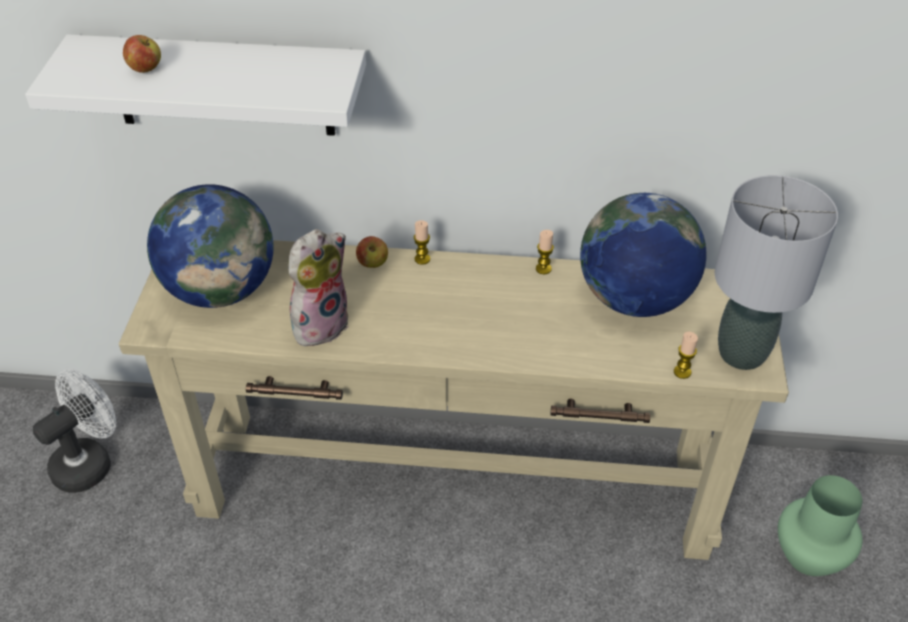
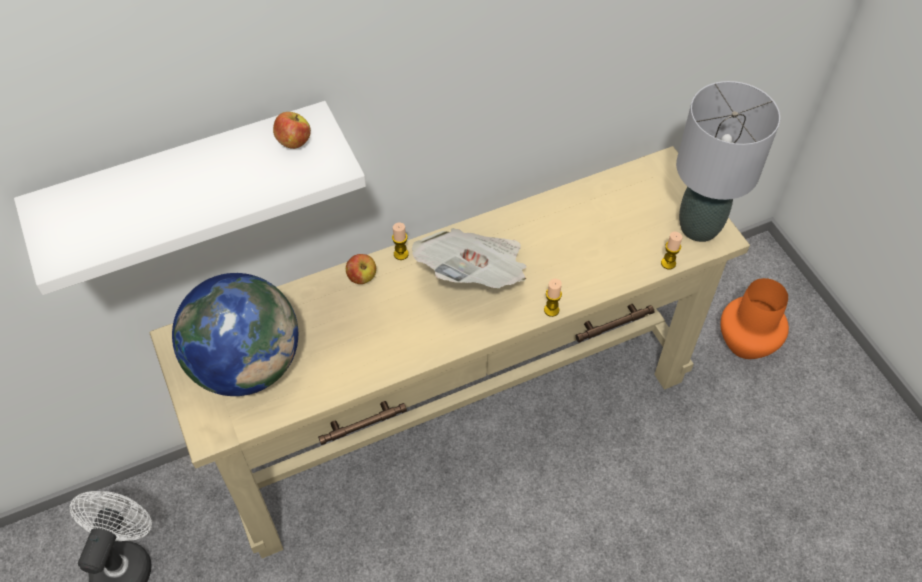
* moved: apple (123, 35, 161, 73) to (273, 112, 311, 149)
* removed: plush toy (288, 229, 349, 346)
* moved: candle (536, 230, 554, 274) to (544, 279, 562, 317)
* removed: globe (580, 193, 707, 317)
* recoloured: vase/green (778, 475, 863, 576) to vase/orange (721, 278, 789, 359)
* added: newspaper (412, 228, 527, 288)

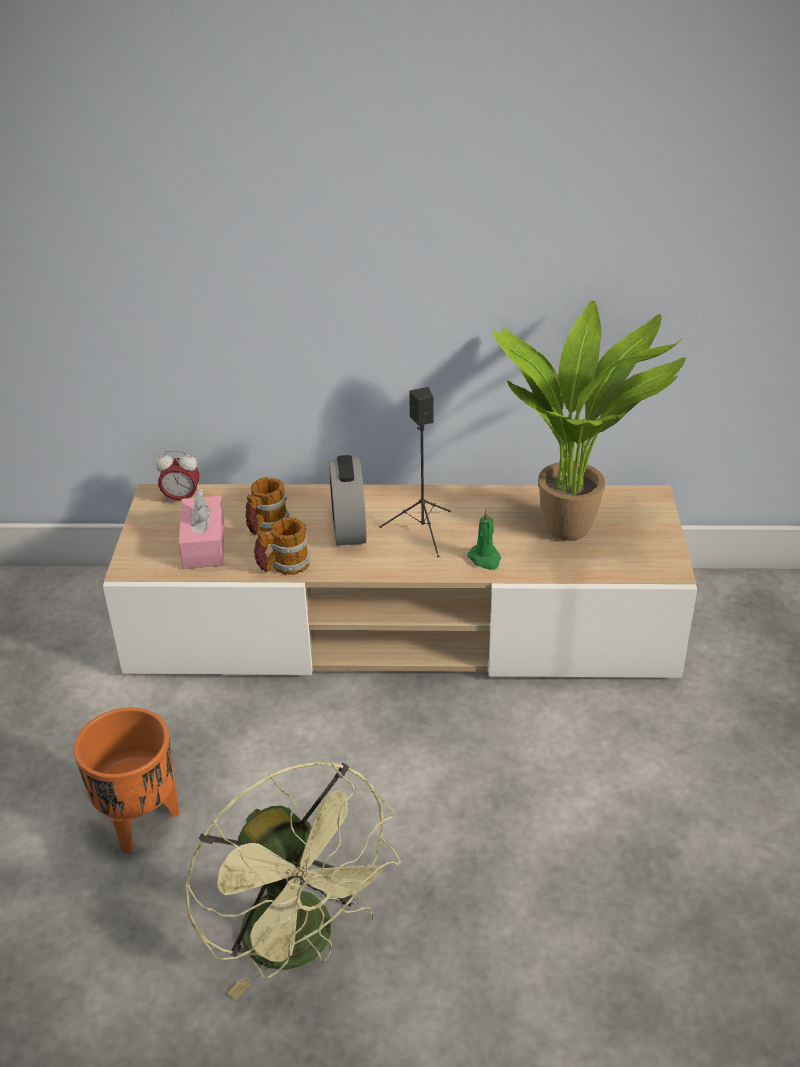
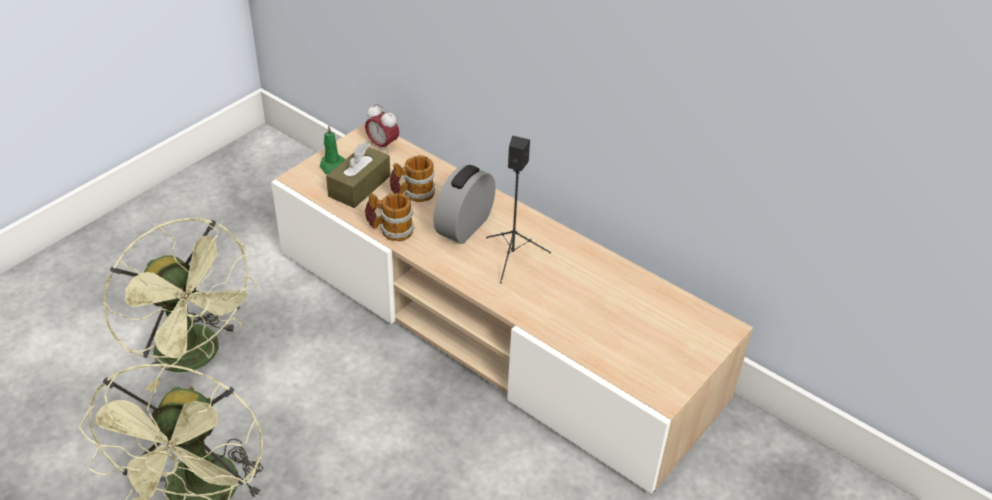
* replaced: planter/orange (74, 707, 180, 854) to fan/green (103, 218, 259, 392)
* recoloured: tissue box/pink (179, 489, 224, 569) to tissue box/brown (326, 142, 390, 208)
* moved: candle/green (467, 509, 501, 570) to (320, 125, 345, 175)
* removed: potted plant (493, 300, 686, 541)

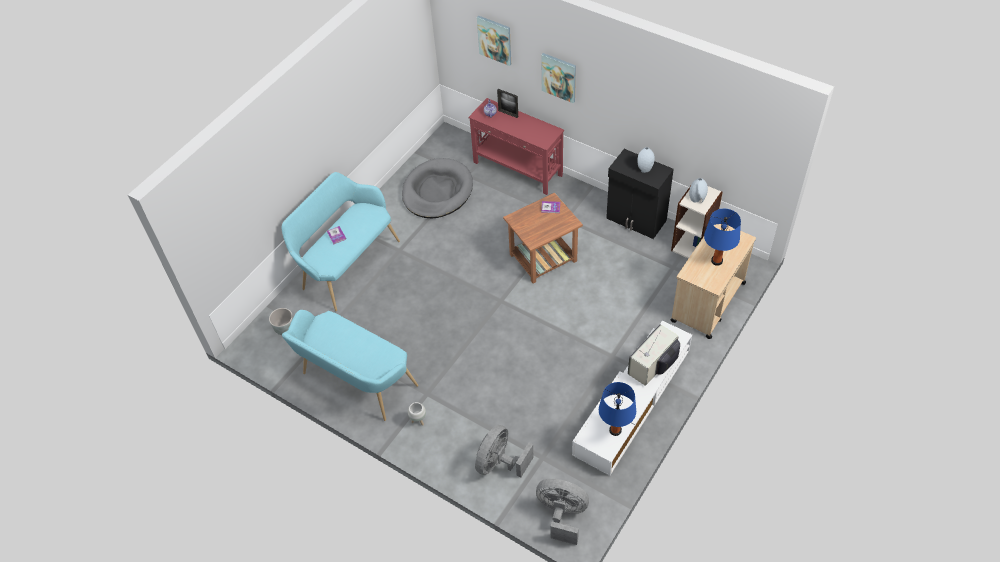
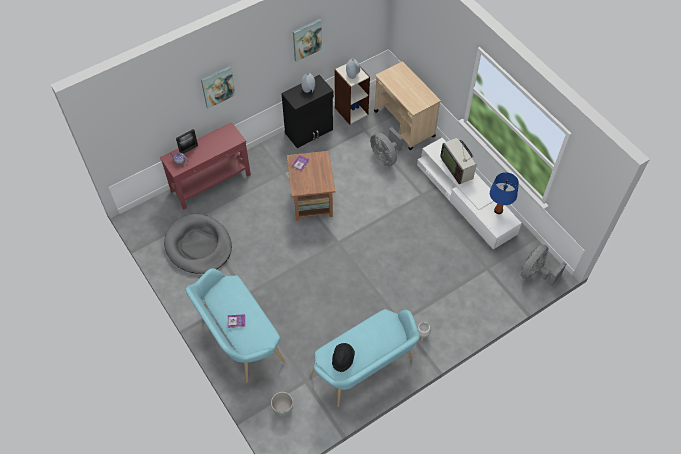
* moved: fan/grey (475, 425, 534, 478) to (370, 127, 403, 166)
* moved: picture (477, 16, 511, 66) to (293, 19, 322, 62)
* removed: table lamp/blue (704, 209, 741, 266)
* added: hat/black (332, 343, 355, 372)

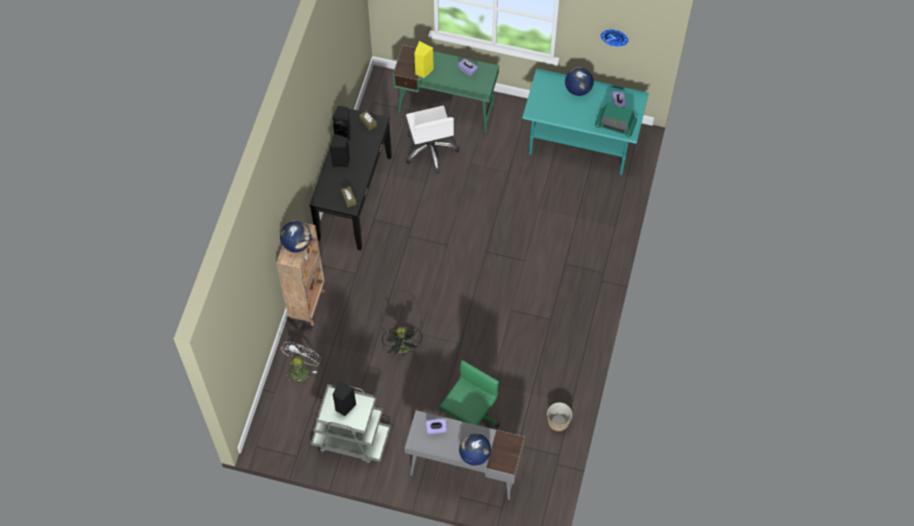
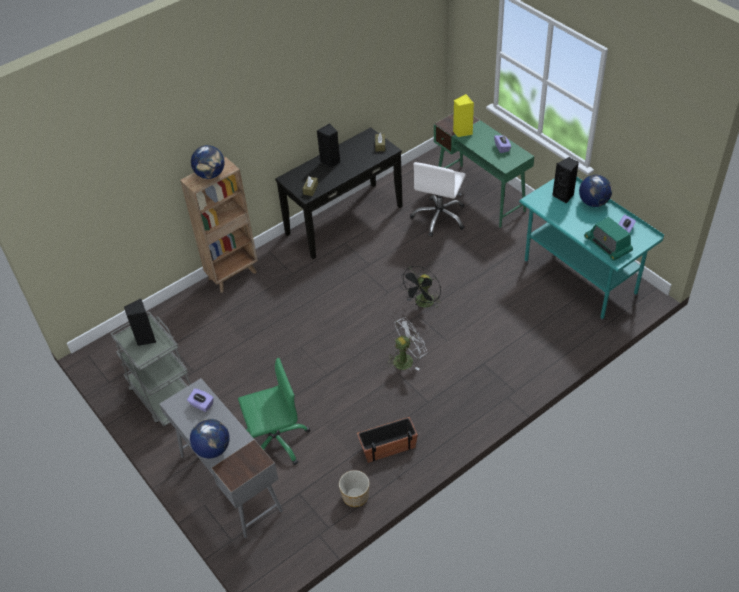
* moved: fan/white (281, 342, 321, 384) to (388, 317, 427, 371)
* moved: speaker/black (332, 106, 351, 140) to (552, 157, 579, 204)
* moved: fan/black (382, 326, 422, 356) to (401, 266, 441, 308)
* removed: wall clock (600, 29, 629, 47)
* added: planter (357, 417, 418, 463)

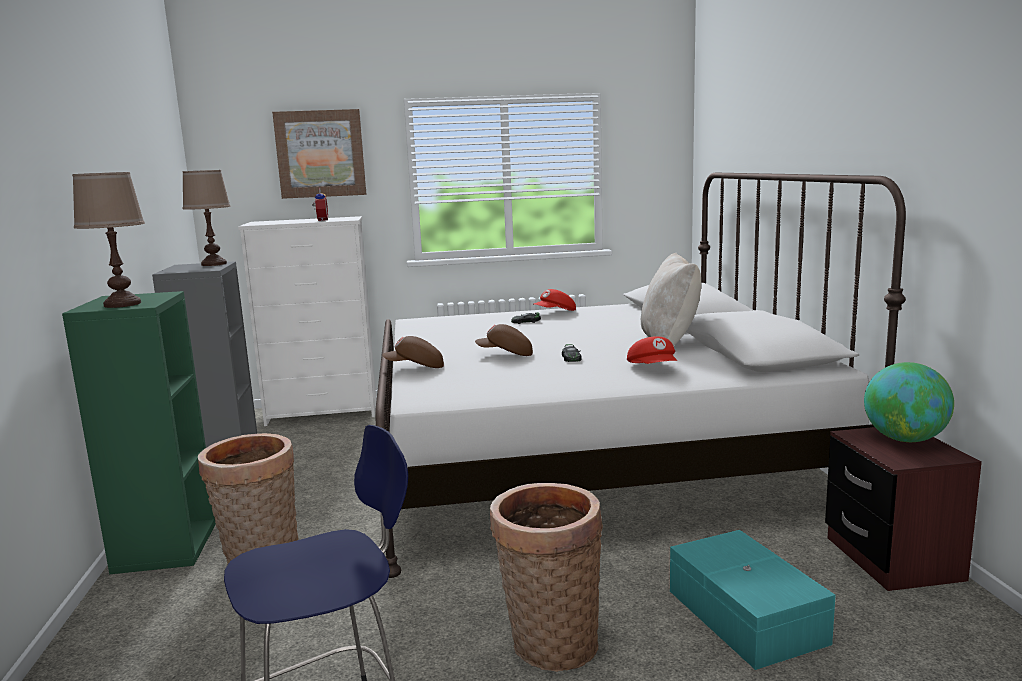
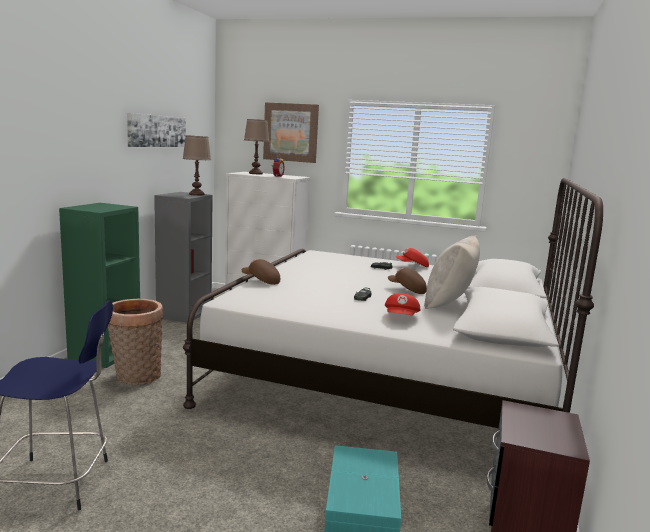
* moved: table lamp/brown (72, 172, 145, 308) to (244, 119, 270, 174)
* moved: cap/brown (475, 324, 533, 356) to (388, 268, 427, 294)
* removed: basket (490, 483, 603, 672)
* removed: globe (864, 362, 954, 442)
* added: picture (127, 113, 186, 147)

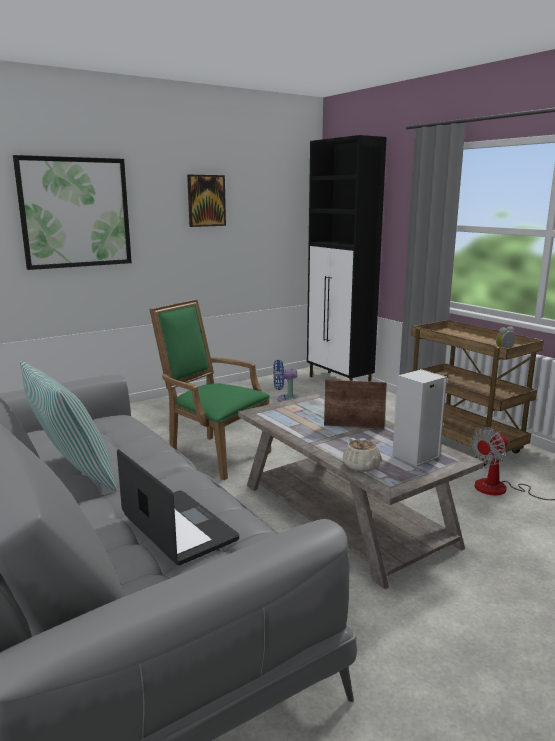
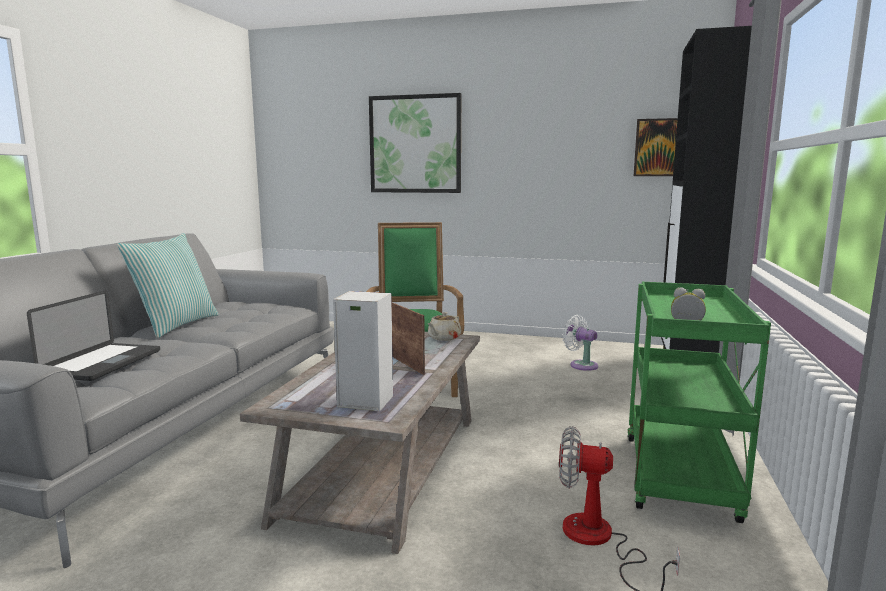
* moved: picture (187, 175, 226, 227) to (634, 118, 678, 176)
* recoloured: fan/blue (273, 360, 298, 402) to fan/white (563, 315, 598, 371)
* moved: teapot/beige (343, 438, 381, 472) to (428, 312, 461, 341)
* recoloured: cart/brown (409, 320, 544, 466) to cart/green (628, 282, 771, 523)

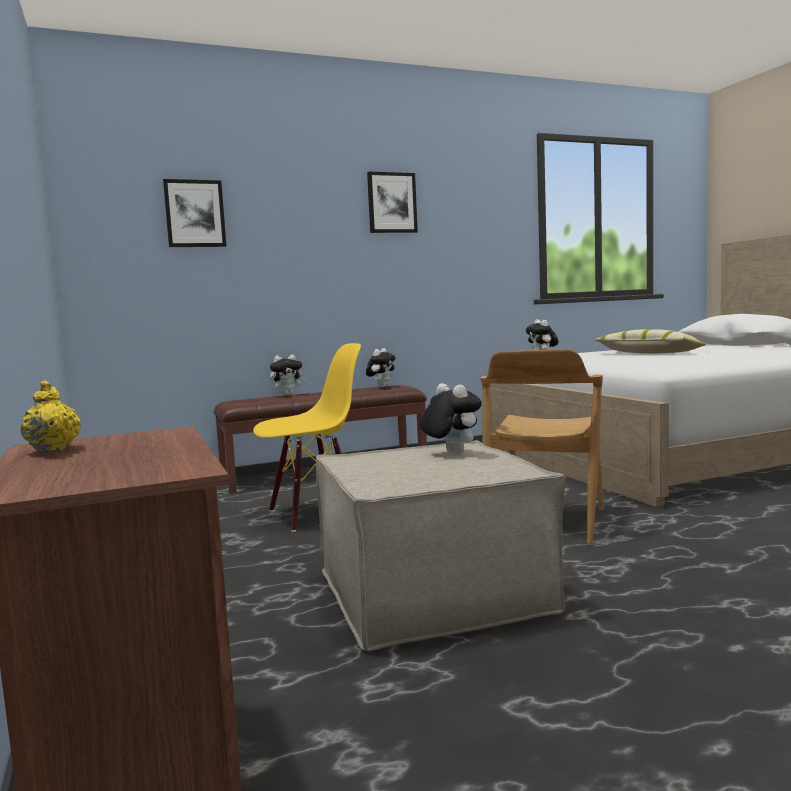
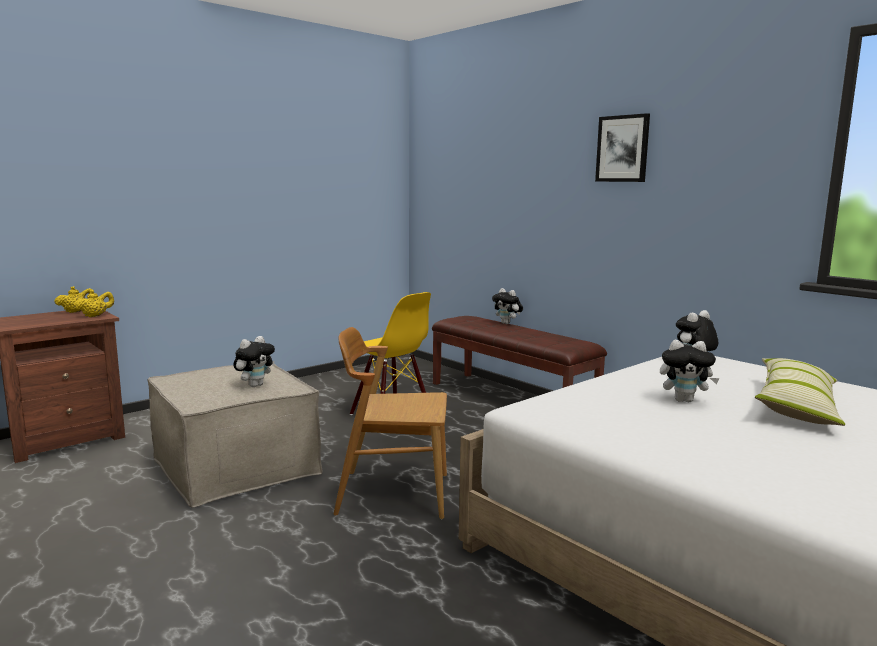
* removed: picture (163, 179, 226, 247)
* moved: plush toy (366, 348, 396, 387) to (660, 340, 719, 402)
* added: teapot/yellow (74, 290, 114, 317)

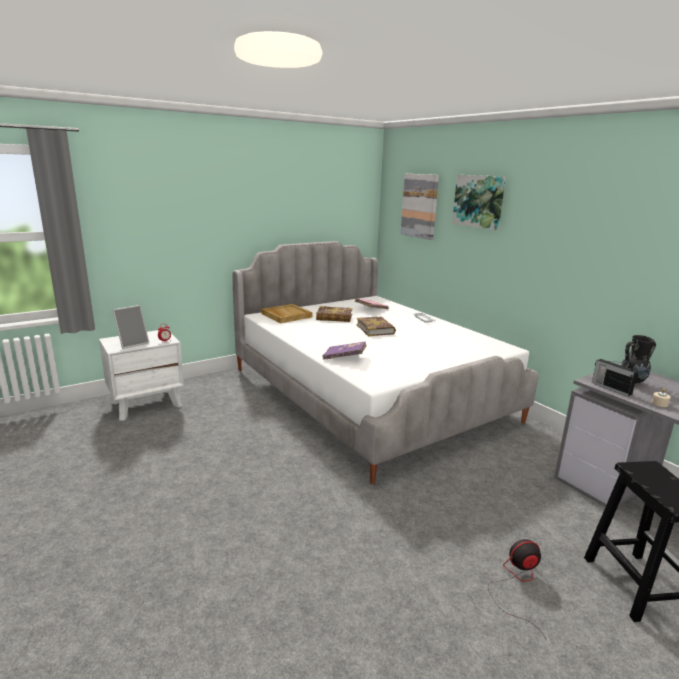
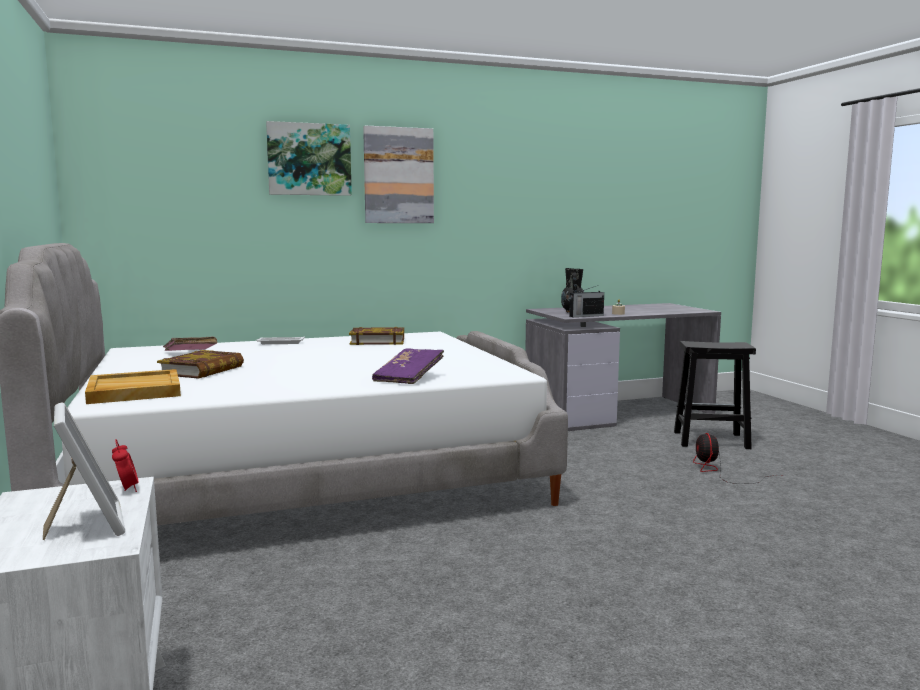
* moved: book (357, 317, 396, 336) to (349, 327, 404, 345)
* moved: picture (400, 174, 439, 240) to (363, 126, 434, 223)

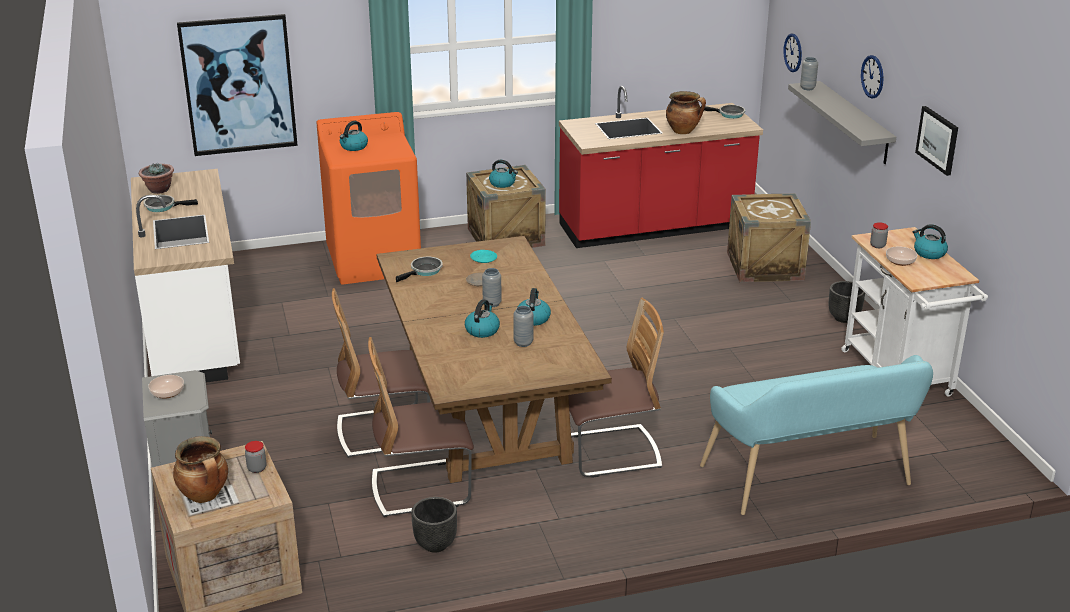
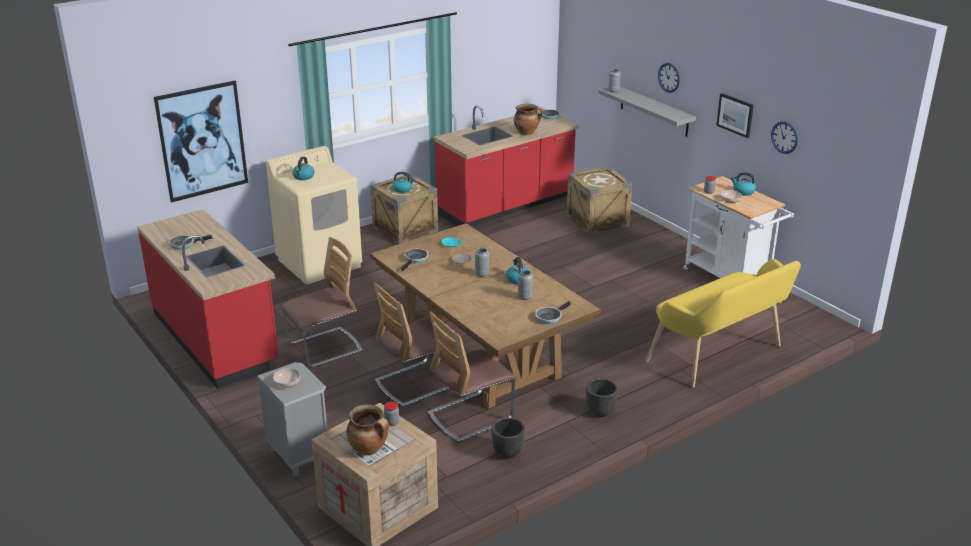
* recoloured: counter/white (131, 169, 240, 383) to counter/red (137, 209, 279, 389)
* removed: potted plant (139, 162, 174, 194)
* recoloured: washing machine/orange (316, 112, 421, 284) to washing machine/beige (266, 146, 362, 284)
* removed: kettle (465, 299, 500, 338)
* moved: chair (568, 298, 664, 478) to (281, 237, 363, 367)
* recoloured: bench/turquoise (700, 355, 933, 515) to bench/yellow (646, 259, 801, 388)
* moved: wall clock (784, 33, 802, 72) to (771, 121, 798, 154)
* moved: planter/black (829, 281, 865, 323) to (586, 379, 618, 417)
* added: frying pan (535, 301, 571, 324)

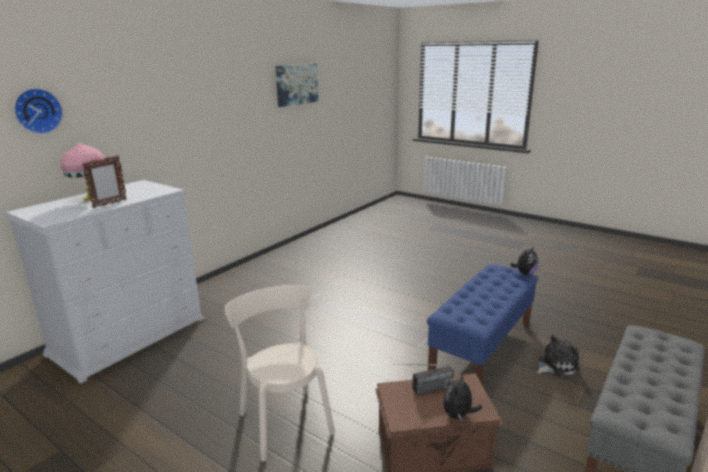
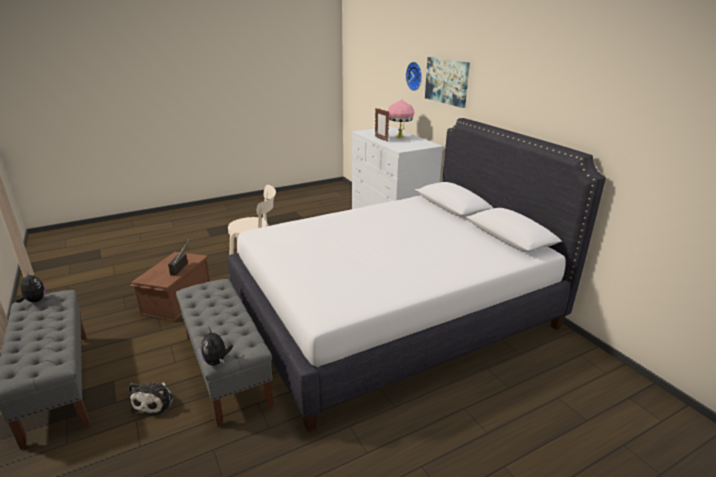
* moved: picture (275, 64, 318, 107) to (425, 57, 470, 108)
* recoloured: bench/blue (427, 264, 538, 384) to bench/grey (176, 279, 274, 427)
* moved: plush toy (443, 373, 482, 421) to (16, 272, 46, 303)
* added: bed/white (228, 118, 606, 432)

